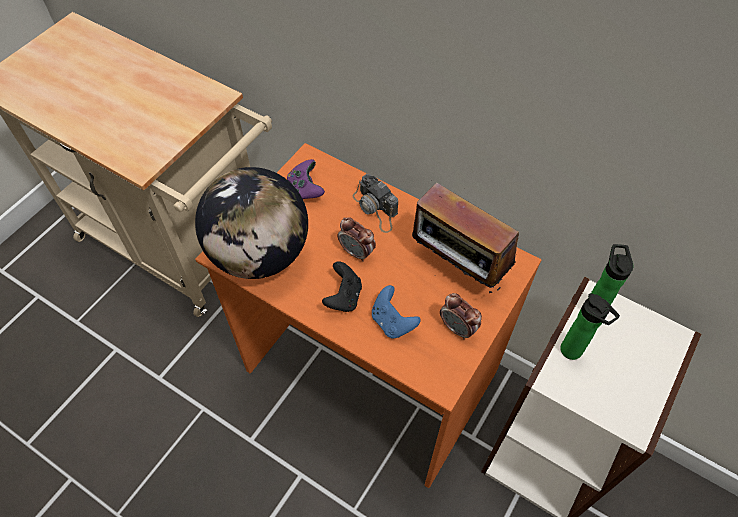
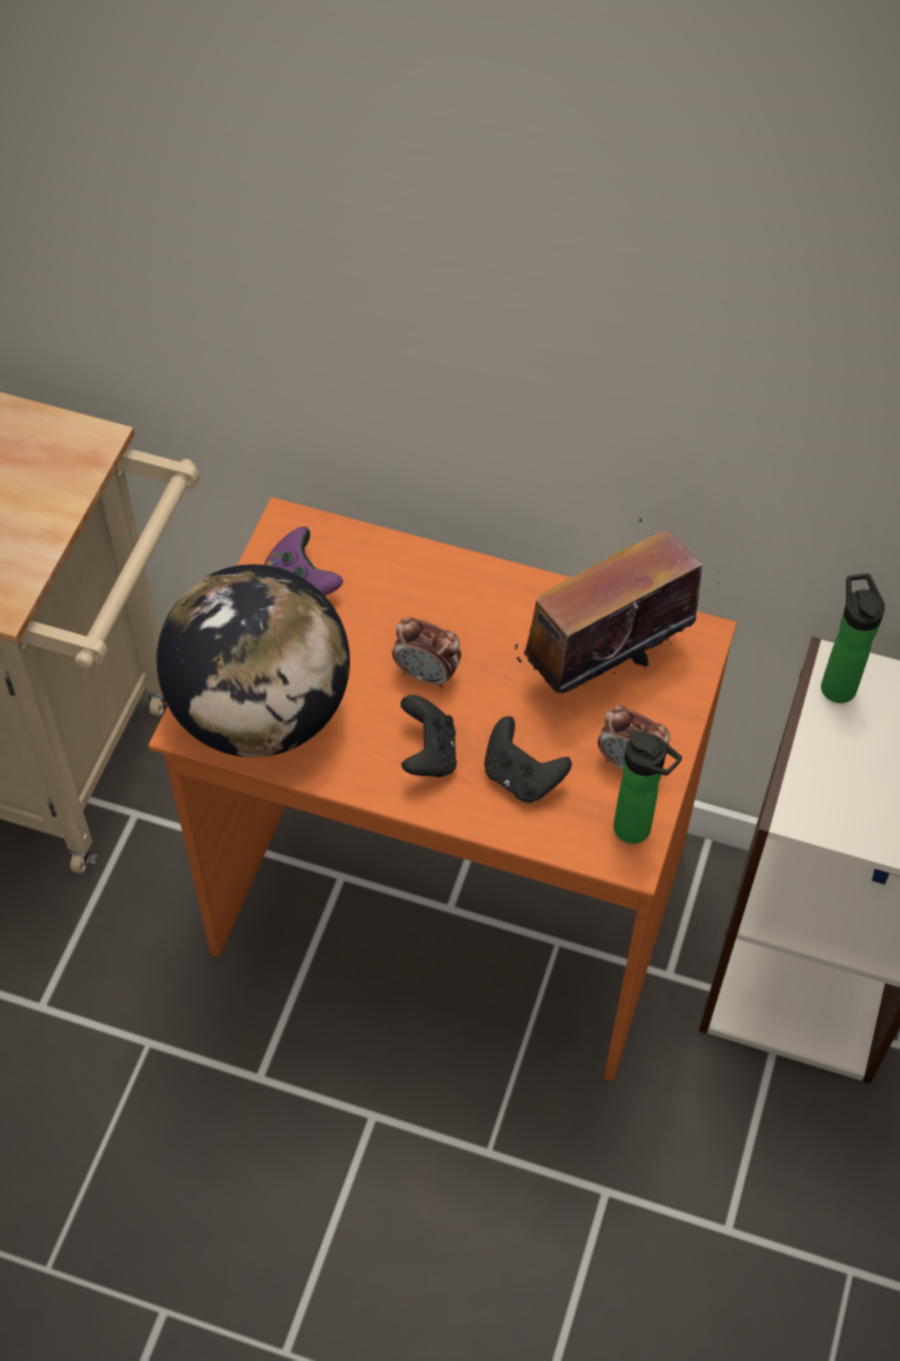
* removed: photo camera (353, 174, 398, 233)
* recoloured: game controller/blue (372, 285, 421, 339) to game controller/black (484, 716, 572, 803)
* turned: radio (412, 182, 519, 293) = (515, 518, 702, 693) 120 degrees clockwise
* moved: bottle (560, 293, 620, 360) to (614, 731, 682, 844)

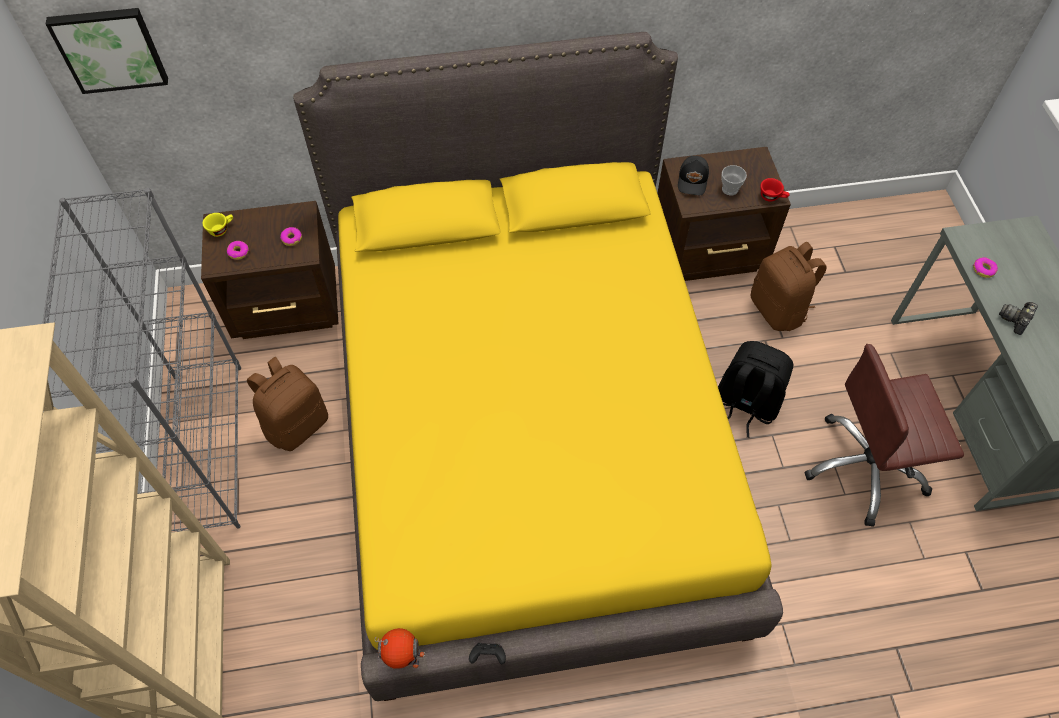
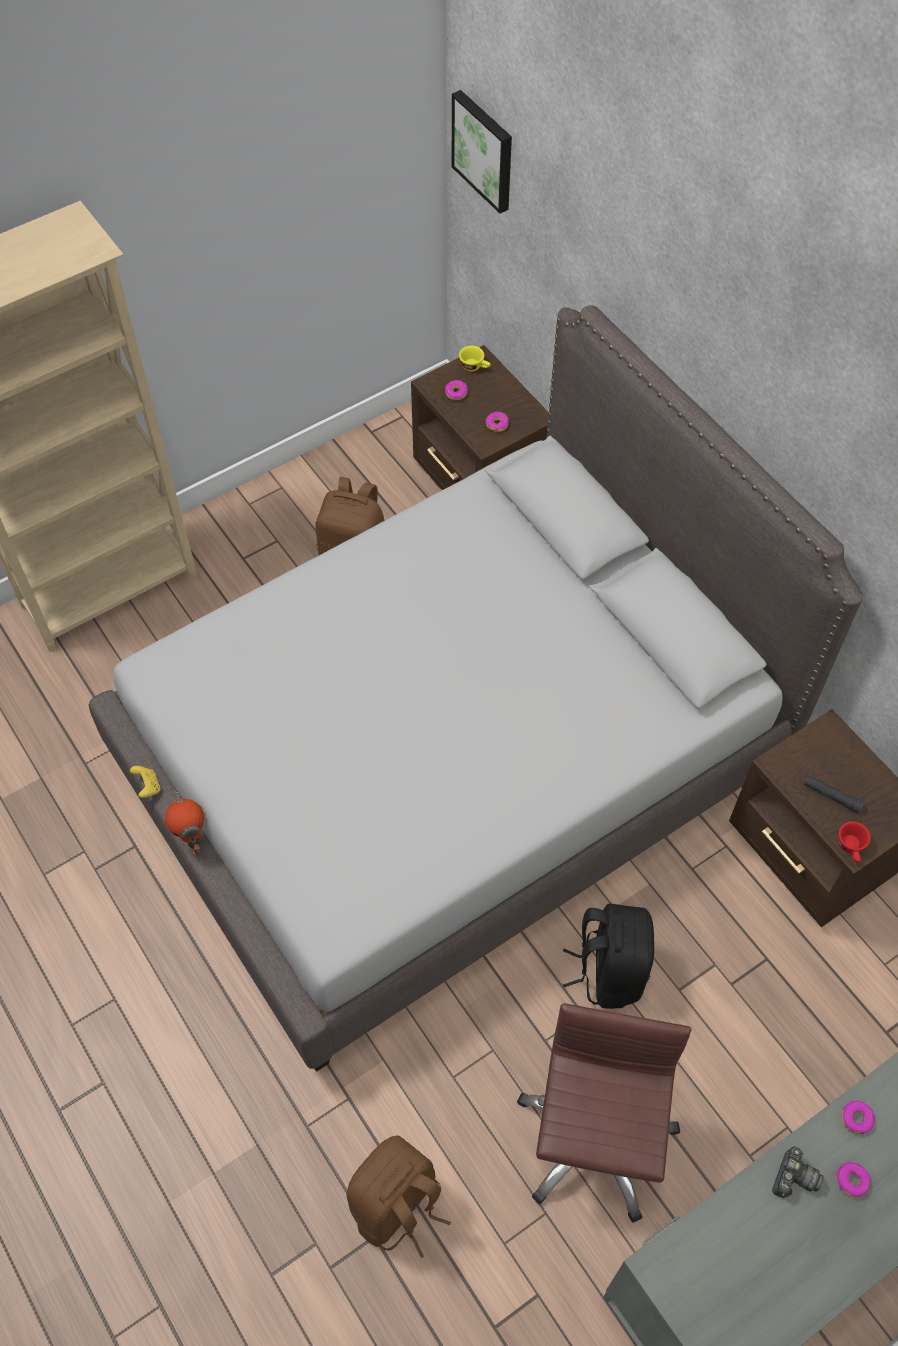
* removed: bookcase/grey (42, 188, 241, 533)
* recoloured: bed/yellow (293, 32, 783, 701) to bed/grey (89, 305, 863, 1071)
* moved: toy robot (375, 628, 425, 669) to (165, 789, 204, 856)
* recoloured: game controller/black (469, 643, 506, 664) to game controller/yellow (130, 766, 161, 798)
* removed: cap/black (678, 156, 709, 195)
* replaced: cup (721, 165, 747, 195) to flashlight/black (804, 776, 865, 814)
* moved: backpack/brown (751, 242, 827, 331) to (347, 1135, 451, 1259)
* turned: office chair/brown (804, 344, 964, 527) = (517, 1003, 691, 1222) 45 degrees clockwise
* turned: photo camera (999, 302, 1038, 335) = (772, 1146, 824, 1198) 105 degrees clockwise
* added: donut (836, 1162, 871, 1198)

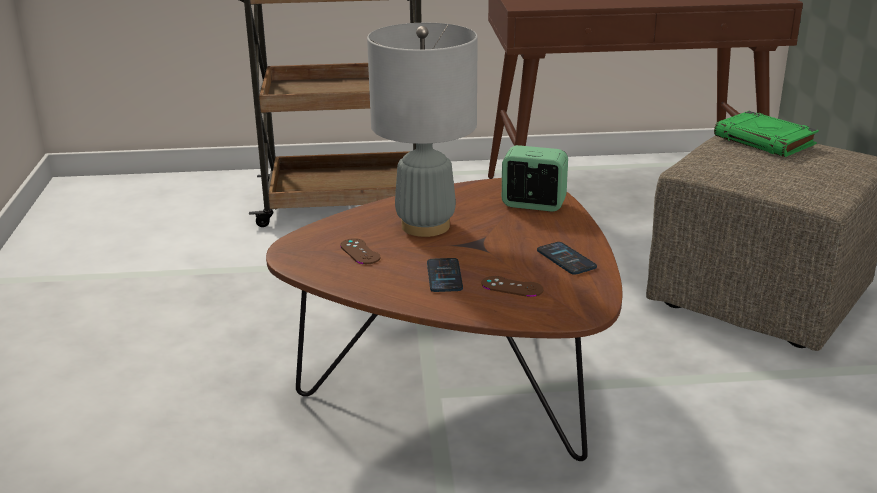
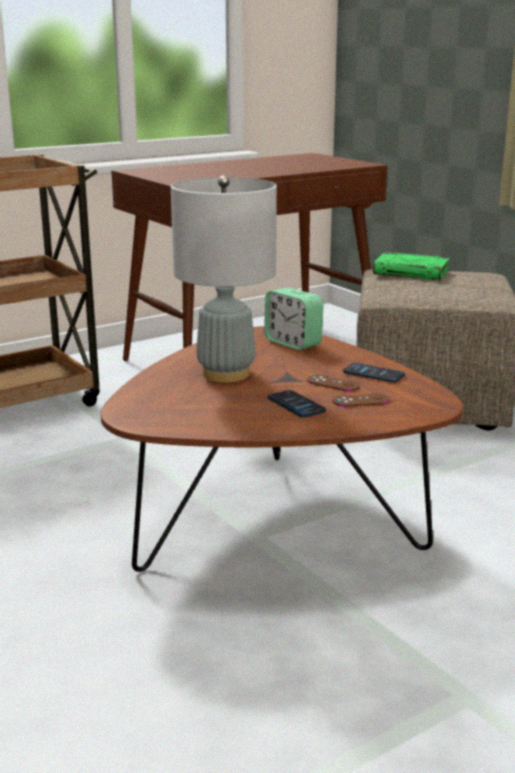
* moved: game controller/brown (340, 238, 380, 264) to (307, 375, 360, 391)
* turned: alarm clock (502, 145, 568, 212) = (264, 288, 324, 350) 120 degrees counterclockwise

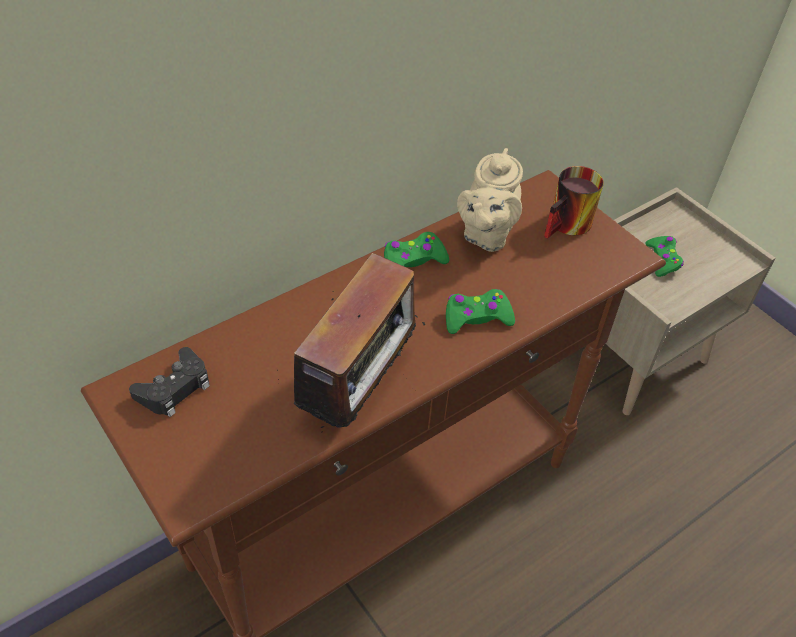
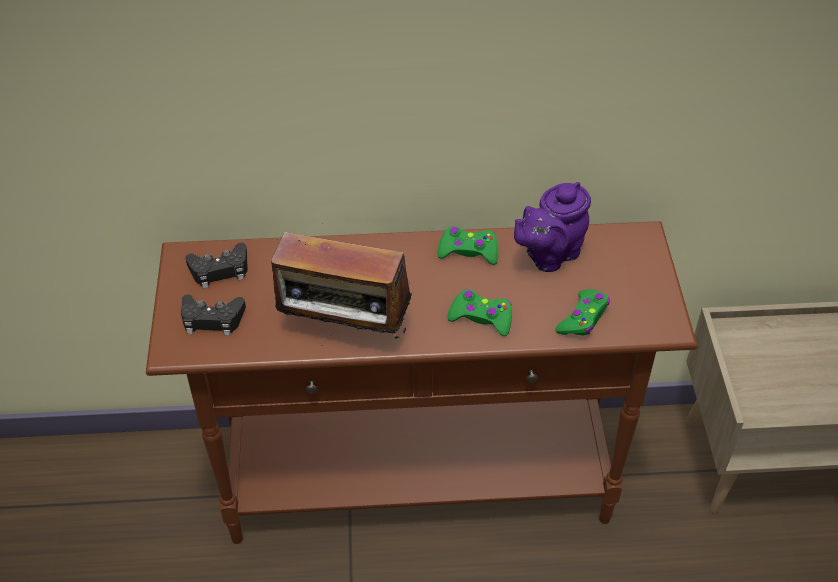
* turned: radio (278, 253, 425, 433) = (271, 232, 412, 346) 45 degrees clockwise
* recoloured: teapot/beige (457, 148, 523, 252) to teapot/purple (514, 182, 591, 272)
* removed: mug (544, 166, 604, 239)
* moved: game controller/green (645, 236, 684, 277) to (555, 289, 610, 335)
* added: game controller/black (181, 294, 246, 336)

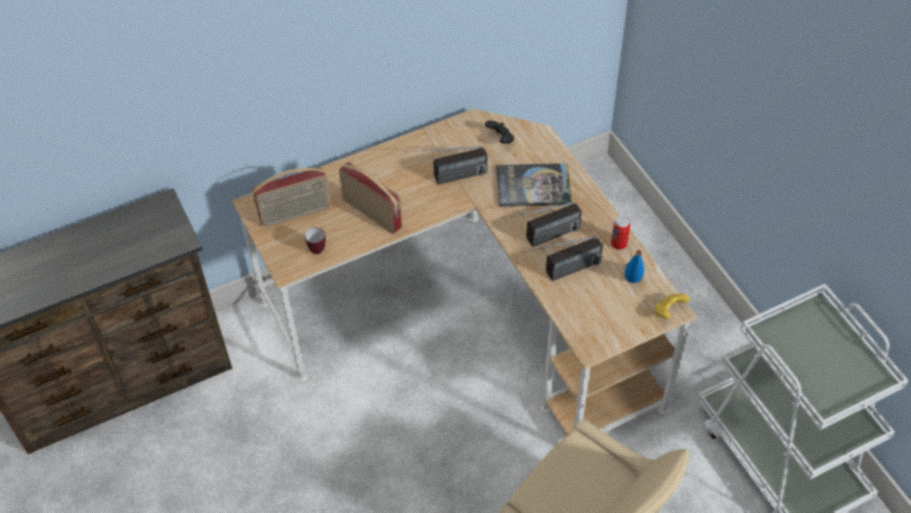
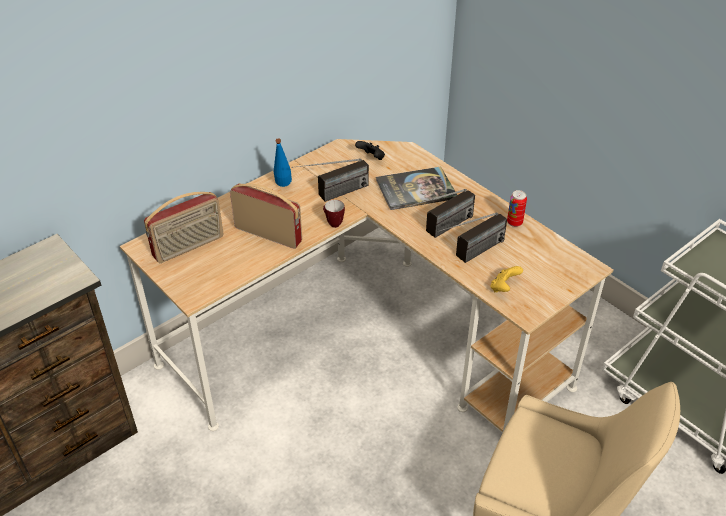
* moved: mug (305, 227, 326, 254) to (323, 200, 345, 228)
* moved: bottle/blue (625, 250, 644, 283) to (274, 138, 292, 187)
* moved: game controller/yellow (654, 294, 690, 319) to (490, 266, 523, 292)

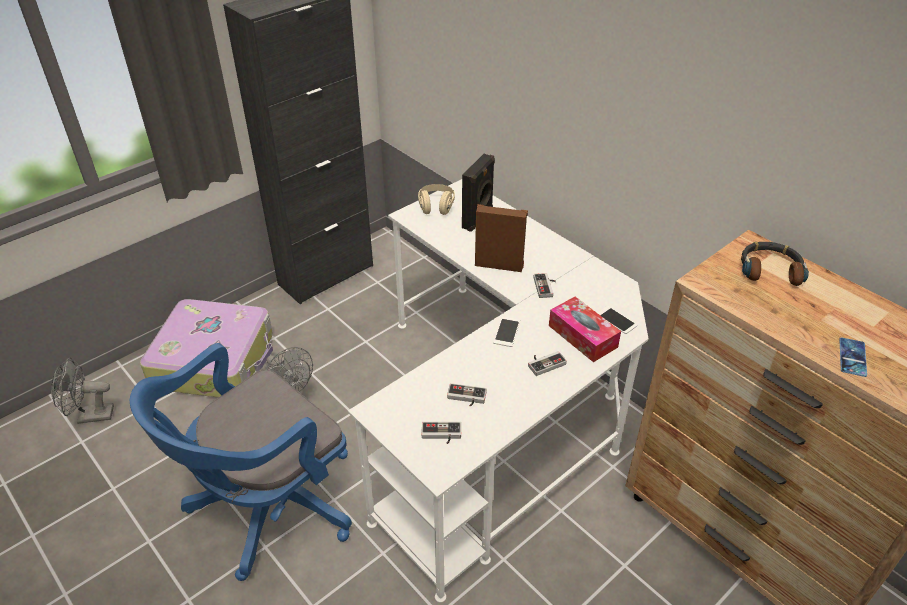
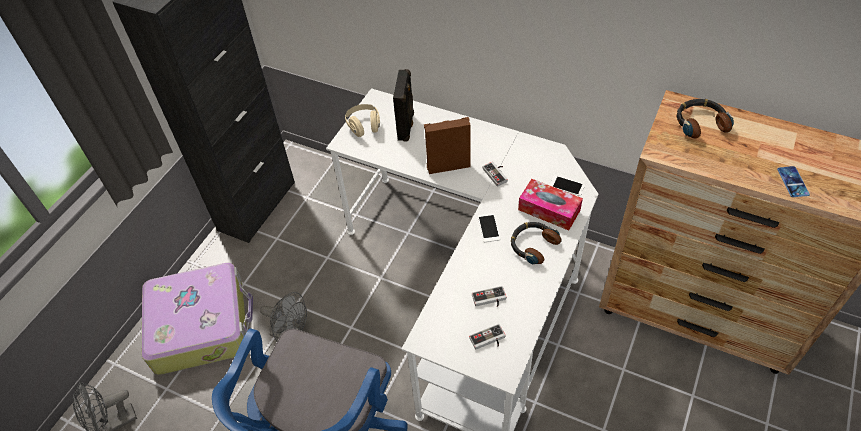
* replaced: game controller (528, 351, 567, 376) to headphones (511, 222, 562, 264)

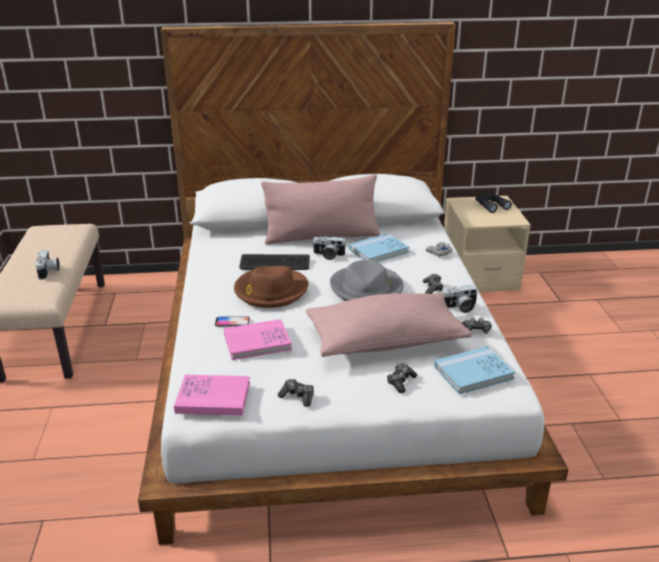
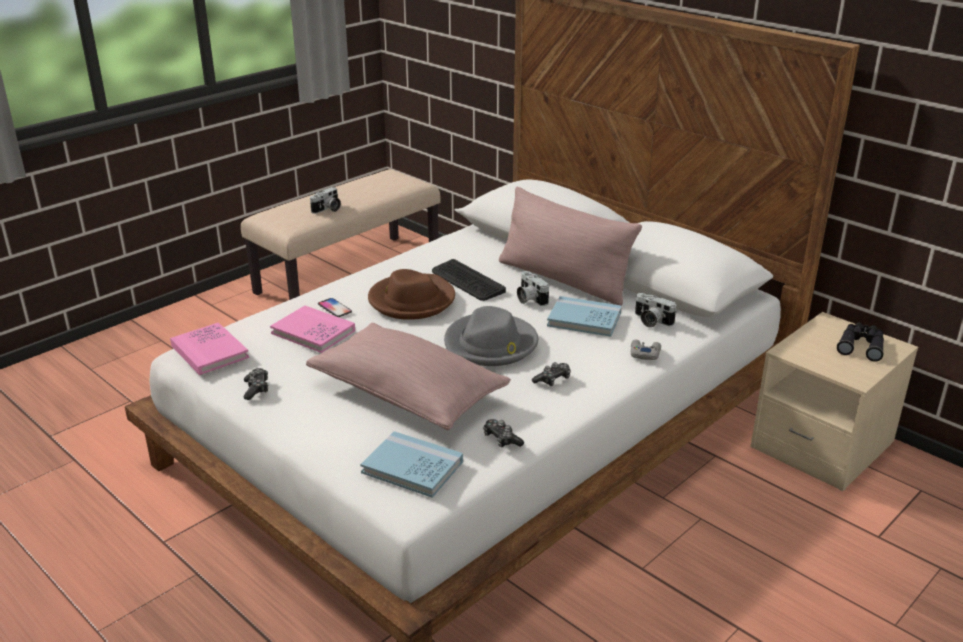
* removed: game controller (387, 363, 417, 393)
* moved: photo camera (442, 285, 478, 313) to (635, 293, 676, 328)

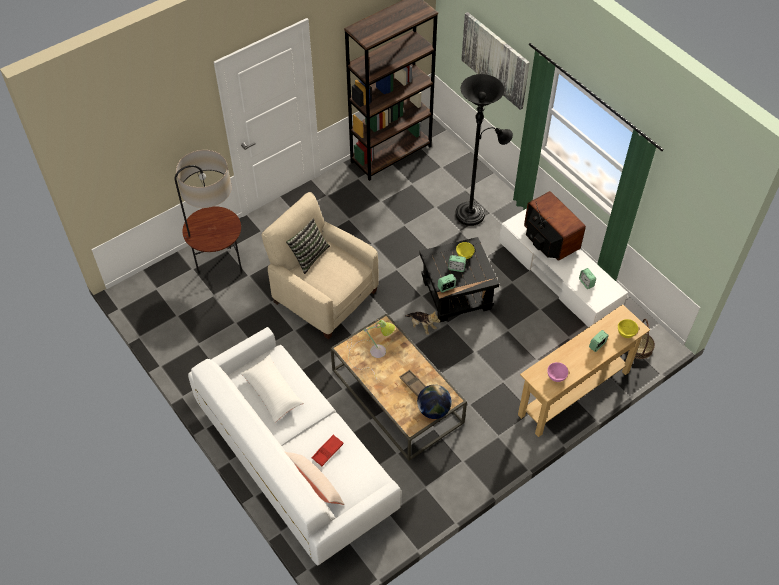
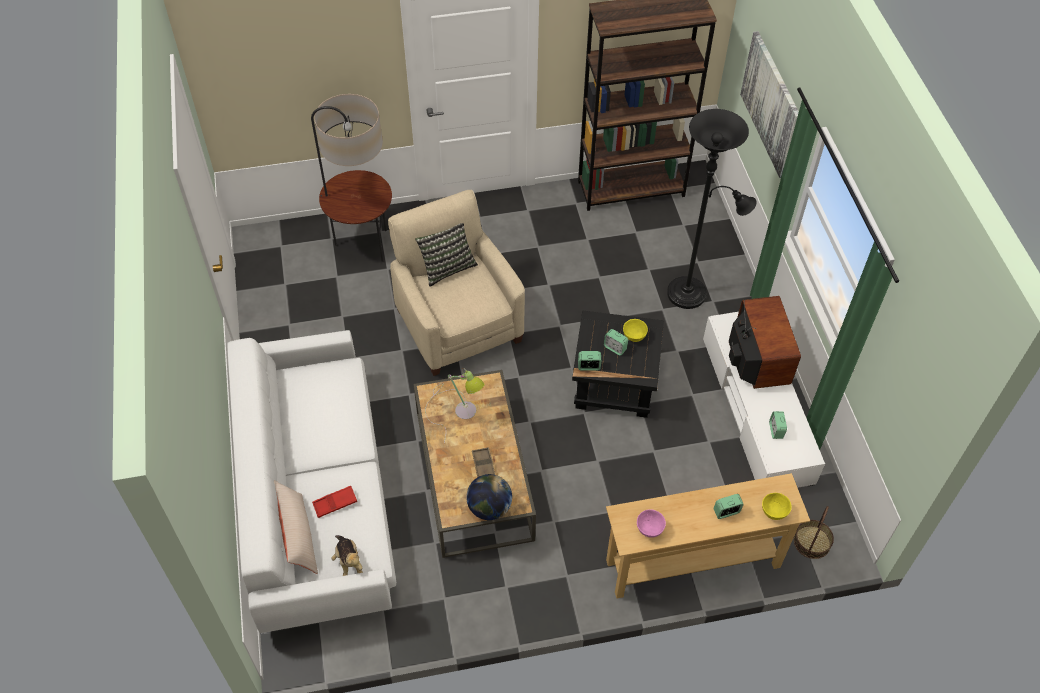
* removed: pillow/white (241, 355, 304, 423)
* moved: plush toy (405, 311, 440, 335) to (331, 535, 363, 576)

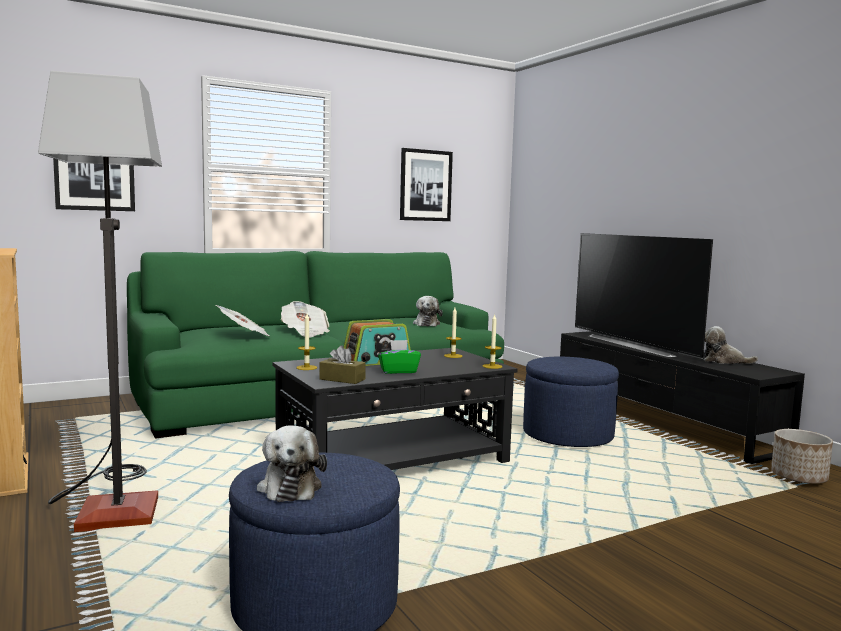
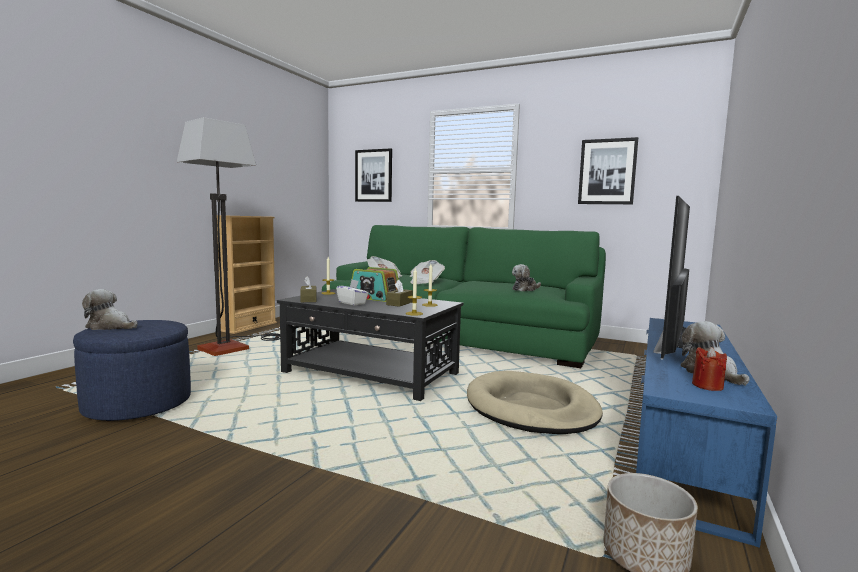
* turned: plush toy (257, 425, 327, 502) = (82, 289, 138, 330) 60 degrees clockwise
* recoloured: tissue box/green (378, 340, 421, 374) to tissue box/white (336, 280, 369, 305)
* replaced: ottoman/blue (523, 357, 619, 447) to dog bed/beige (467, 371, 603, 434)
* recoloured: tv stand/black (560, 331, 805, 465) to tv stand/blue (636, 318, 777, 548)
* added: tissue box/brown (386, 280, 413, 307)
* added: candle/red (692, 347, 727, 391)

